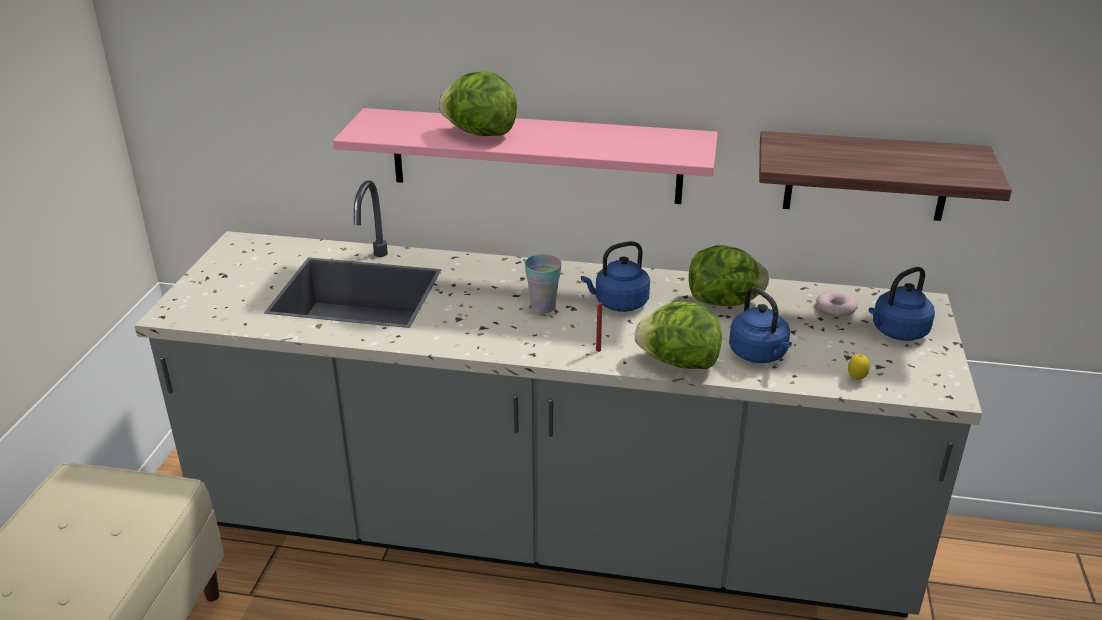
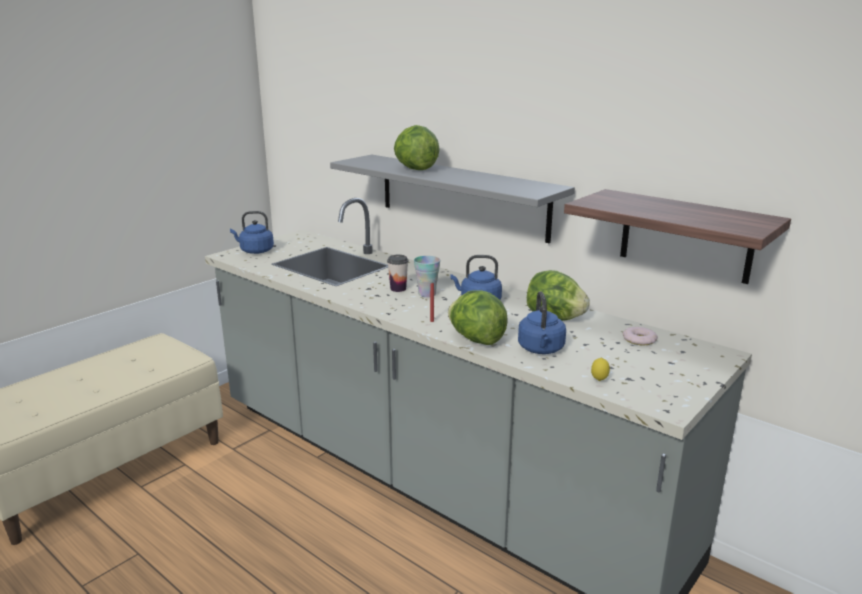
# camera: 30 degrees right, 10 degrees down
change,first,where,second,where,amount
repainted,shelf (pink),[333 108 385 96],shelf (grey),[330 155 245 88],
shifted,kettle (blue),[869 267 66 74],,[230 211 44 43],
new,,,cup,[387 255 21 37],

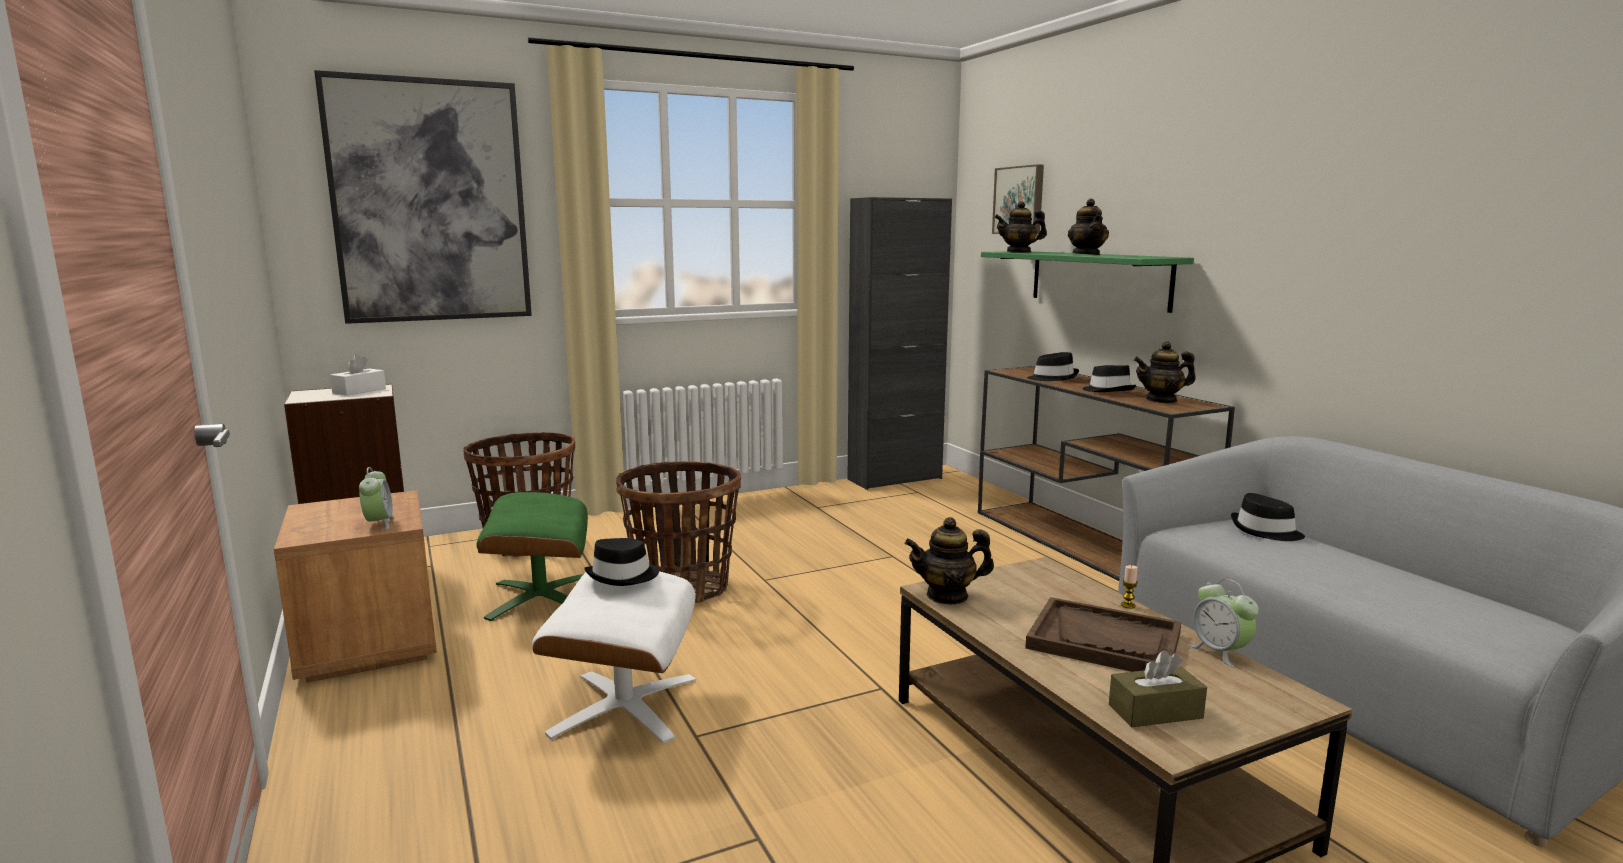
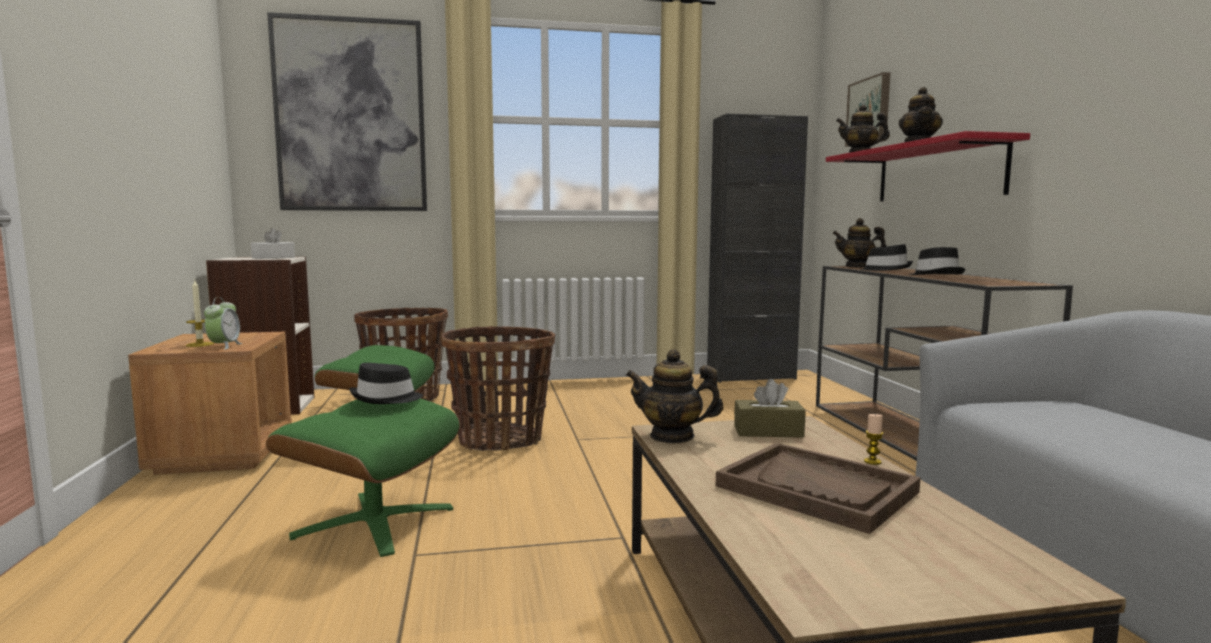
# camera: 15 degrees right, 5 degrees down
change,first,where,second,where,amount
repainted,shelf (green),[981 251 213 62],shelf (red),[826 131 204 70],
shifted,teapot,[1134 341 62 62],,[832 218 55 50],
gone,hat (black),[1231 493 74 48],,,
repainted,ottoman (white),[532 571 164 173],ottoman (green),[266 398 194 159],
gone,alarm clock,[1189 579 70 88],,,
shifted,tissue box (brown),[1109 650 98 77],,[734 379 72 59],
new,,,candle,[186 280 28 67],

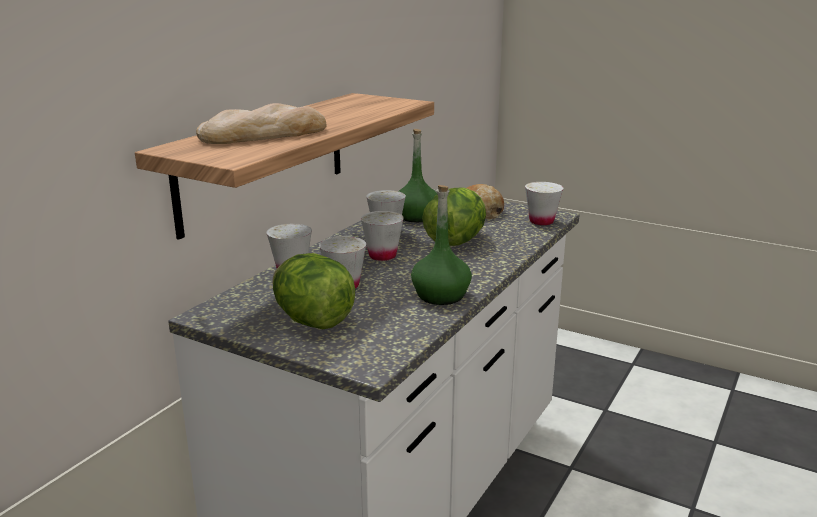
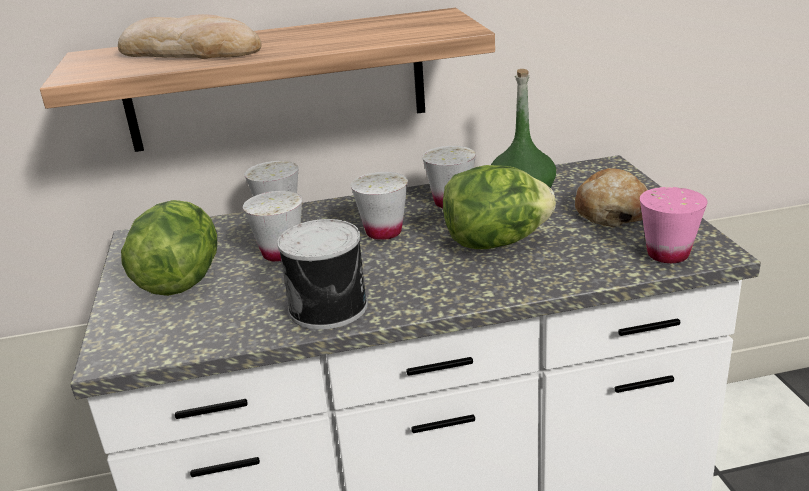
# camera: 50 degrees right, 5 degrees up
change,first,where,second,where,amount
repainted,cup (white),[525 182 38 43],cup (pink),[640 187 68 76],
swapped,bottle (green),[411 185 61 120],can,[277 219 91 111],

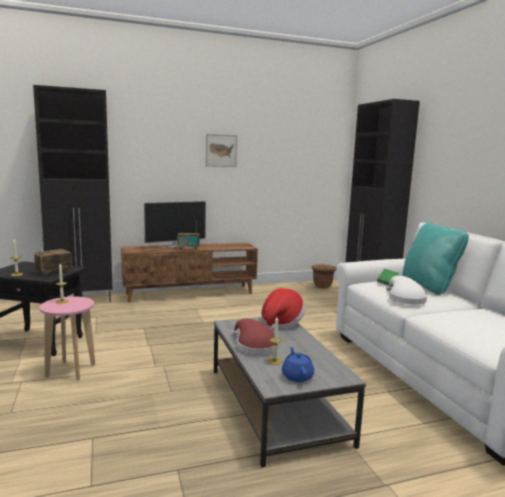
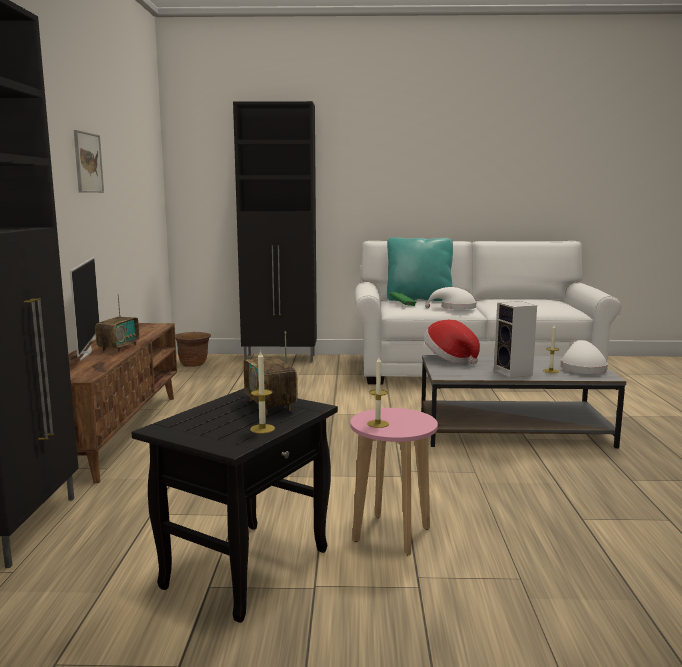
# camera: 70 degrees left, 0 degrees up
change,first,where,second,where,amount
swapped,hat (red),[232 319 47 36],speaker,[494 301 43 77],
swapped,teapot (blue),[282 347 32 35],hat (white),[561 340 47 34],

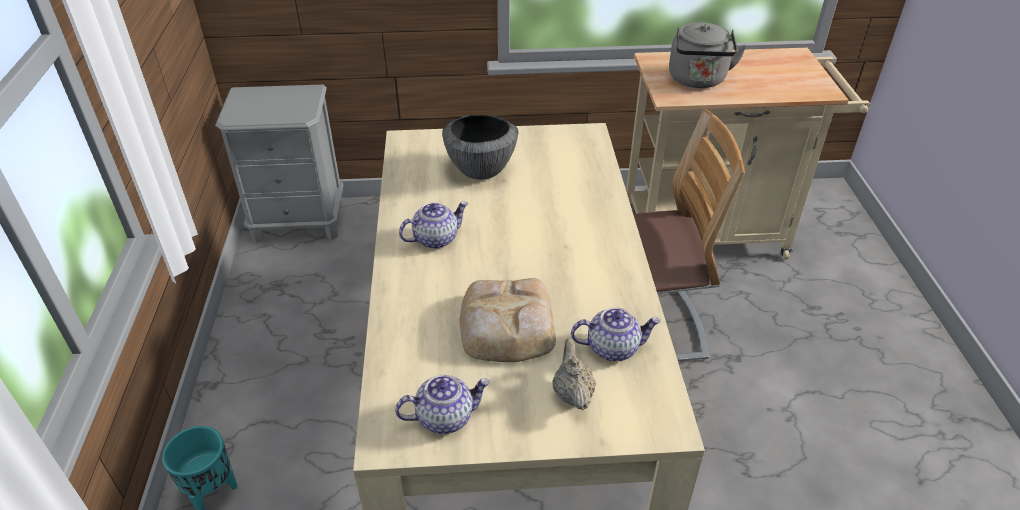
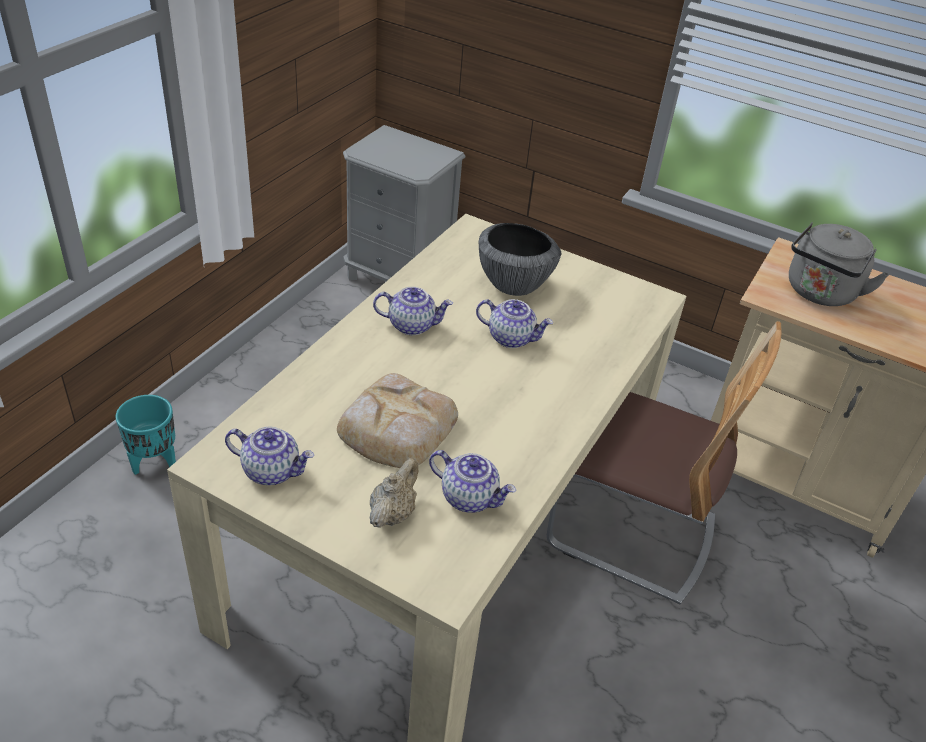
# camera: 30 degrees right, 0 degrees up
change,first,where,second,where,amount
new,,,teapot,[476 299 78 49],

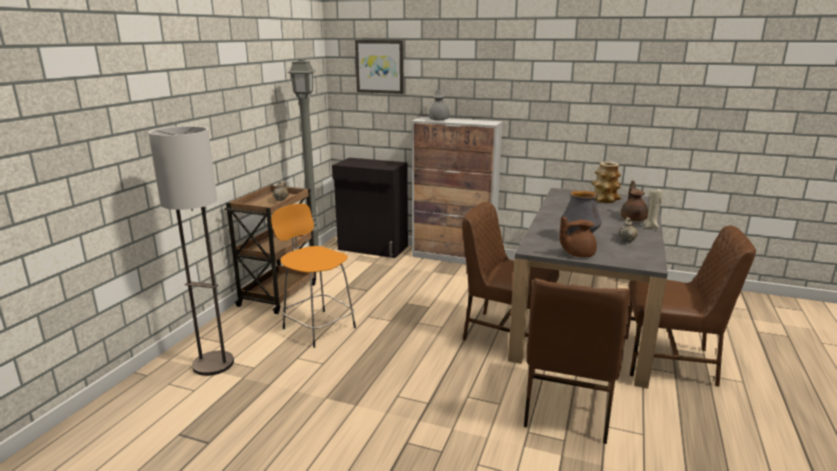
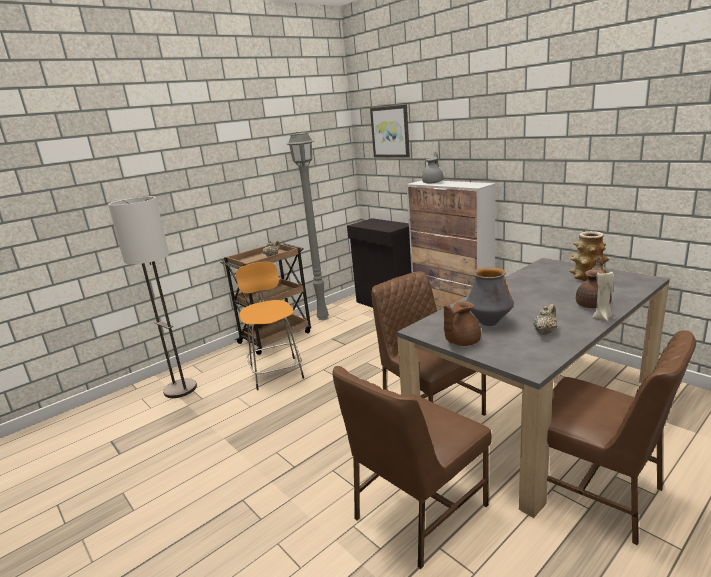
# camera: 30 degrees right, 0 degrees up
change,first,where,second,where,amount
rotated,teapot (brown),[559 216 38 41],,[444 302 37 44],60 degrees counterclockwise

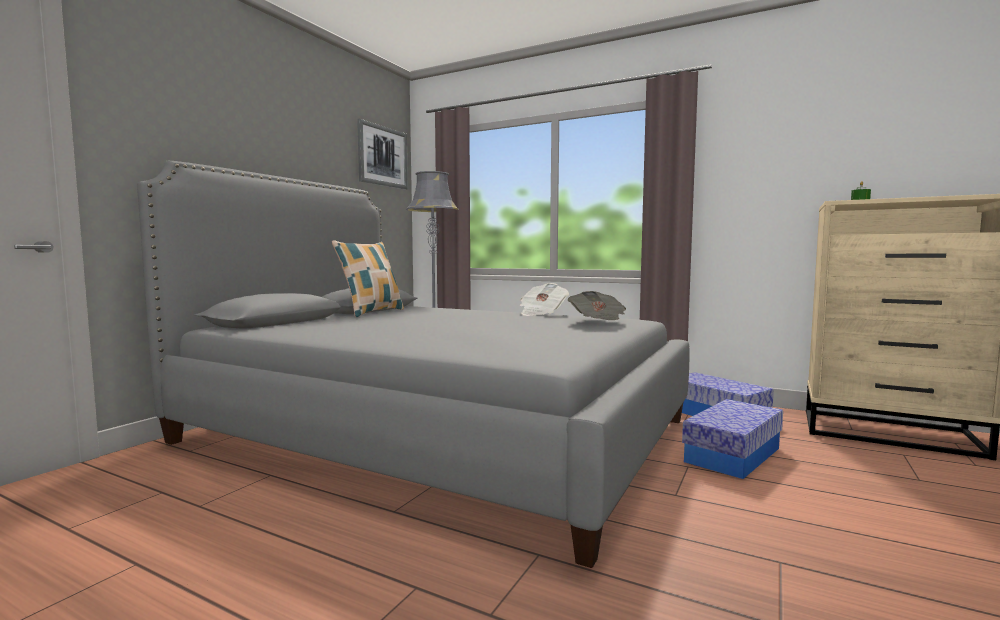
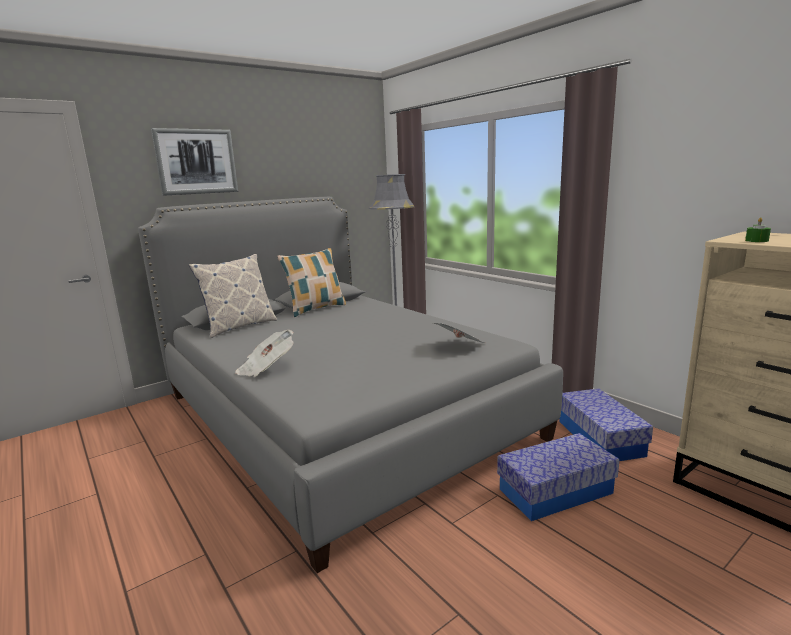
# camera: 25 degrees right, 10 degrees up
change,first,where,second,where,amount
shifted,picture,[357 119 51 71],,[151 128 87 68],
shifted,newspaper,[520 283 49 33],,[235 330 59 47],
new,,,pillow,[189 254 88 84],

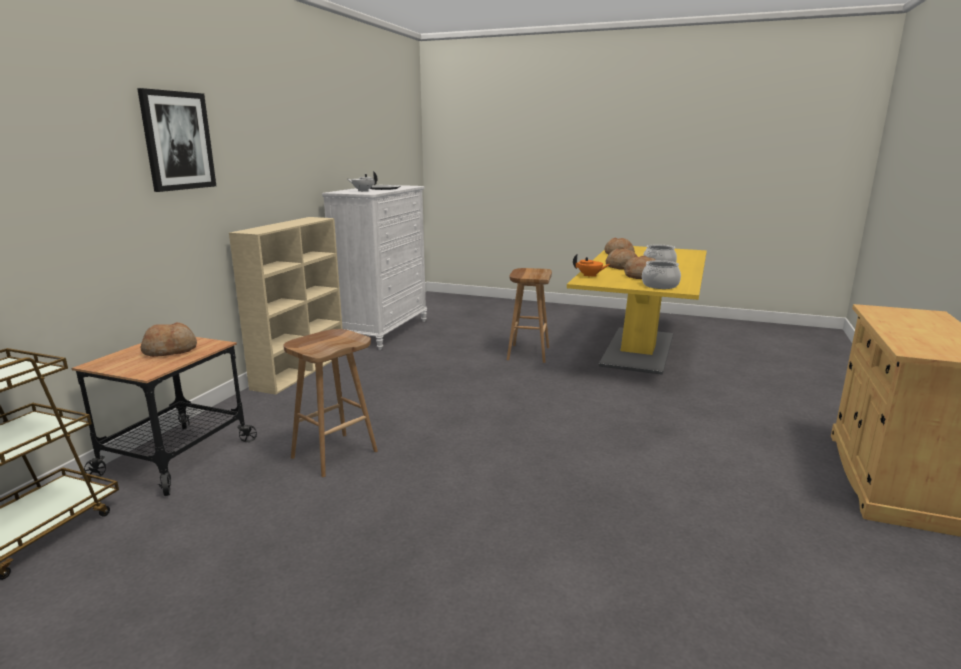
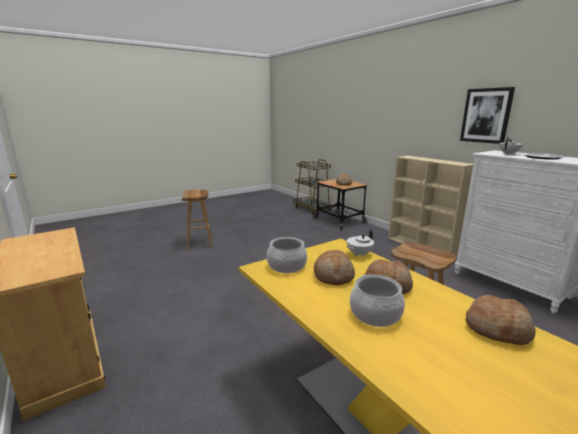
# camera: 125 degrees right, 0 degrees up
change,first,where,second,where,amount
shifted,picture,[137 88 79 104],,[460 87 55 57],
repainted,teapot (orange),[573 254 37 23],teapot (white),[346 229 28 27],
shifted,stool (brown),[283 329 95 148],,[182 190 30 60],

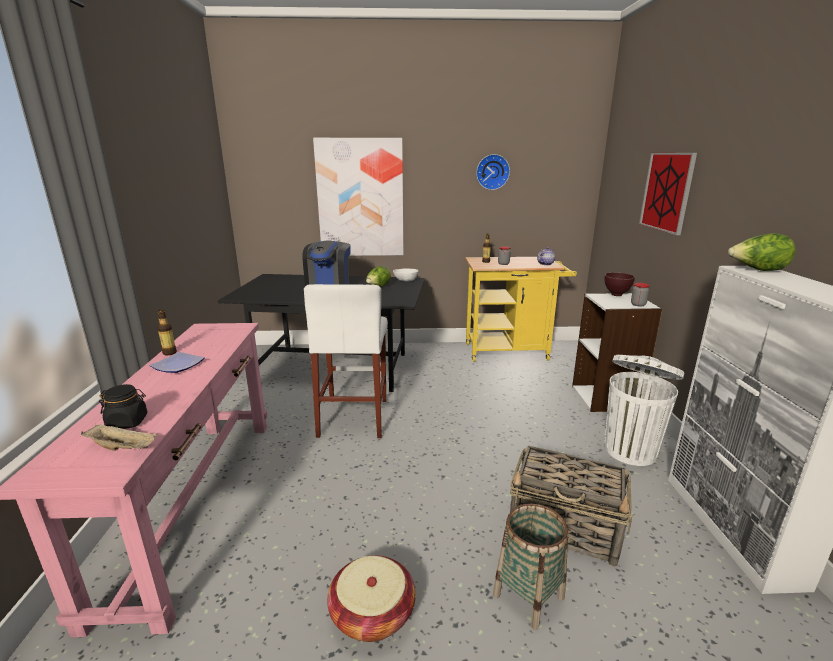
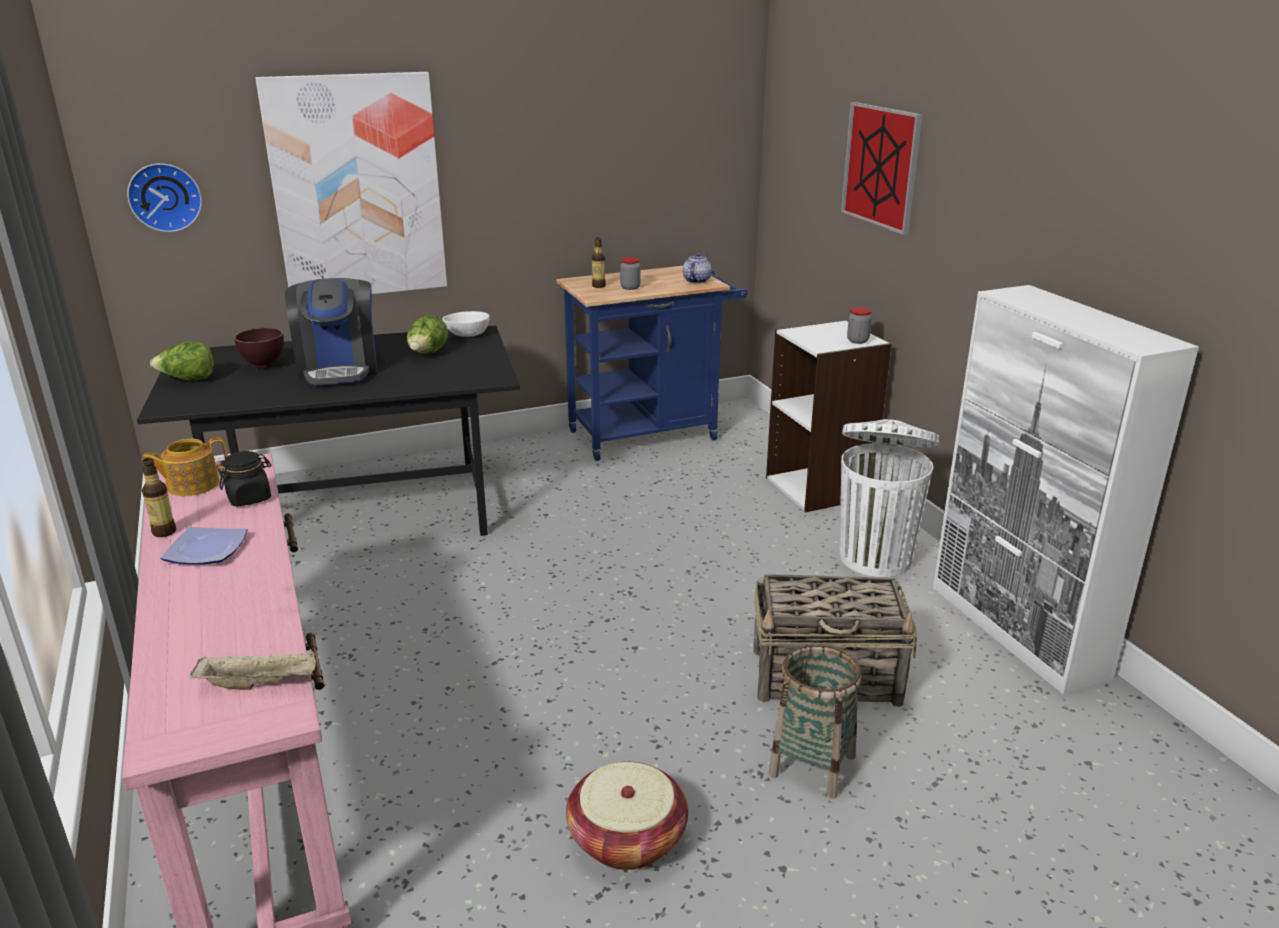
# camera: 20 degrees left, 5 degrees up
change,first,where,second,where,amount
shifted,wall clock,[476 154 34 36],,[127 163 75 69],
shifted,lettuce,[728 233 67 38],,[150 341 64 40],
repainted,cart (yellow),[465 257 112 105],cart (blue),[557 266 191 195],
shifted,bowl (brown),[604 272 31 24],,[234 328 50 41],
gone,stool (white),[304 284 84 154],,,
shifted,jar (black),[99 384 48 45],,[218 451 53 56],
new,,,teapot,[142 437 86 59],

